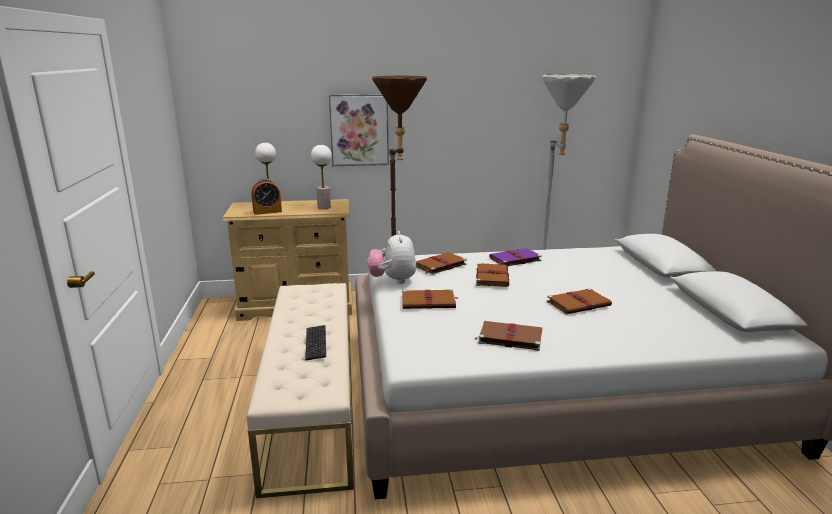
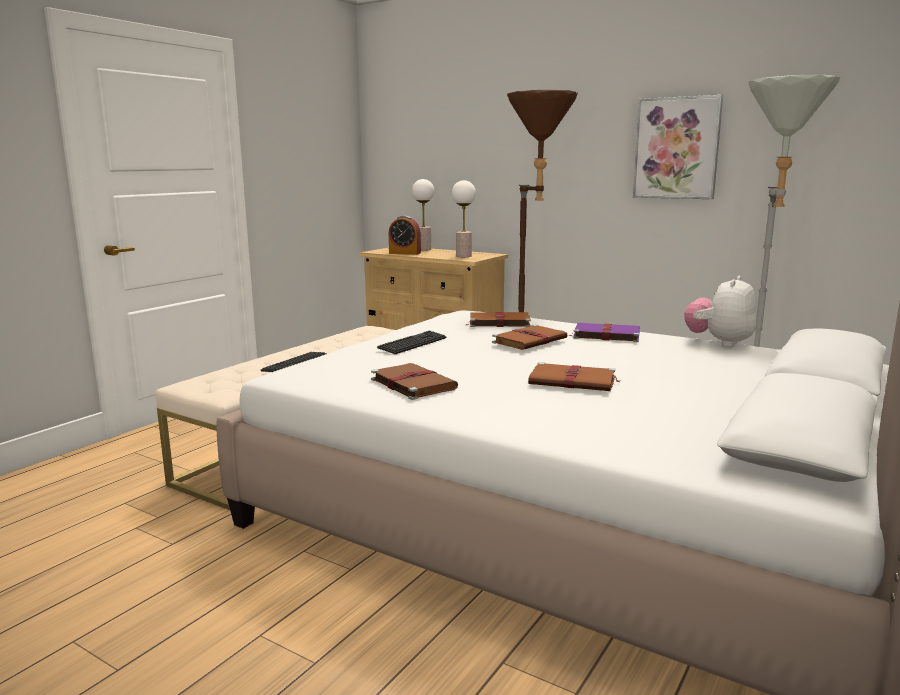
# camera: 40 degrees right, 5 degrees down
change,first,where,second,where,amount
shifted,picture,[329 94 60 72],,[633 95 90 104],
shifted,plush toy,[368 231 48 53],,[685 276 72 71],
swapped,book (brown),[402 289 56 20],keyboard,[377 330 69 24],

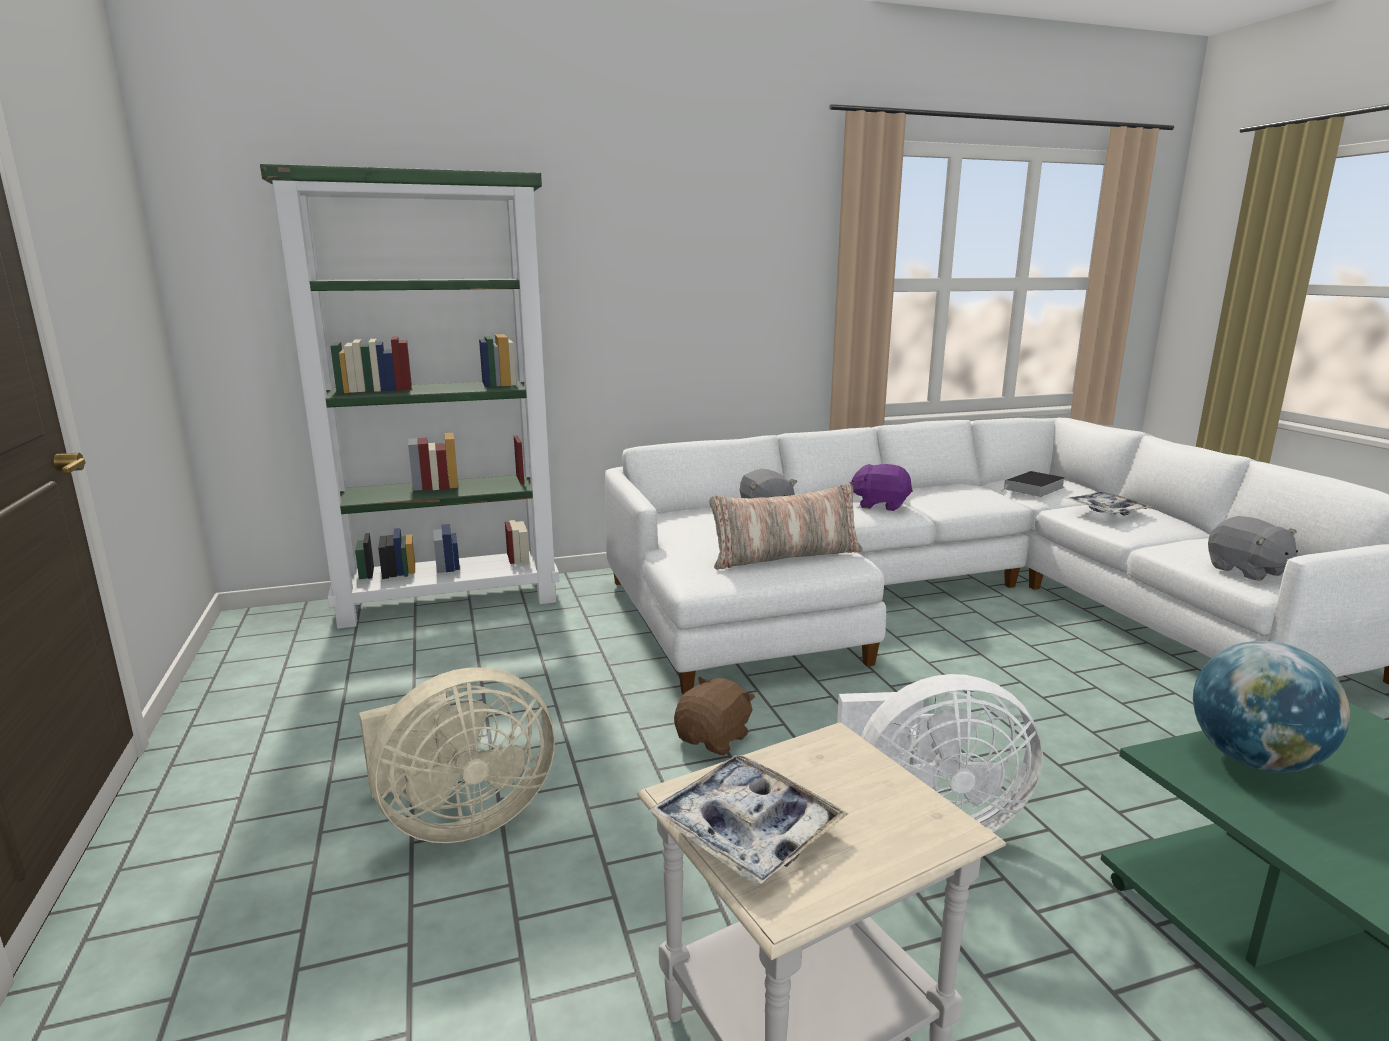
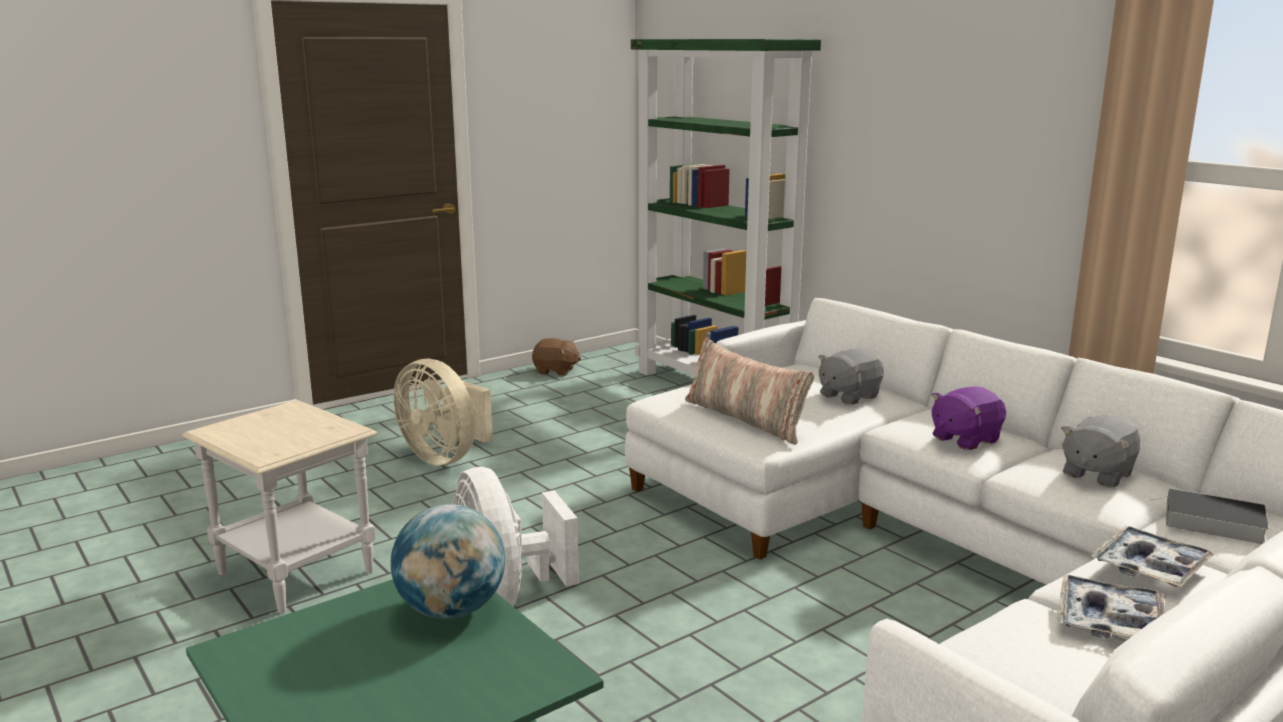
# camera: 70 degrees right, 0 degrees up
change,first,where,second,where,amount
rotated,plush toy (purple),[849 464 64 47],,[932 386 74 64],120 degrees counterclockwise
shifted,plush toy (grey),[1208 516 90 65],,[1061 416 79 72],
shifted,plush toy (brown),[674 676 81 79],,[532 338 49 38],
shifted,tray,[648 755 201 129],,[1057 574 108 64],

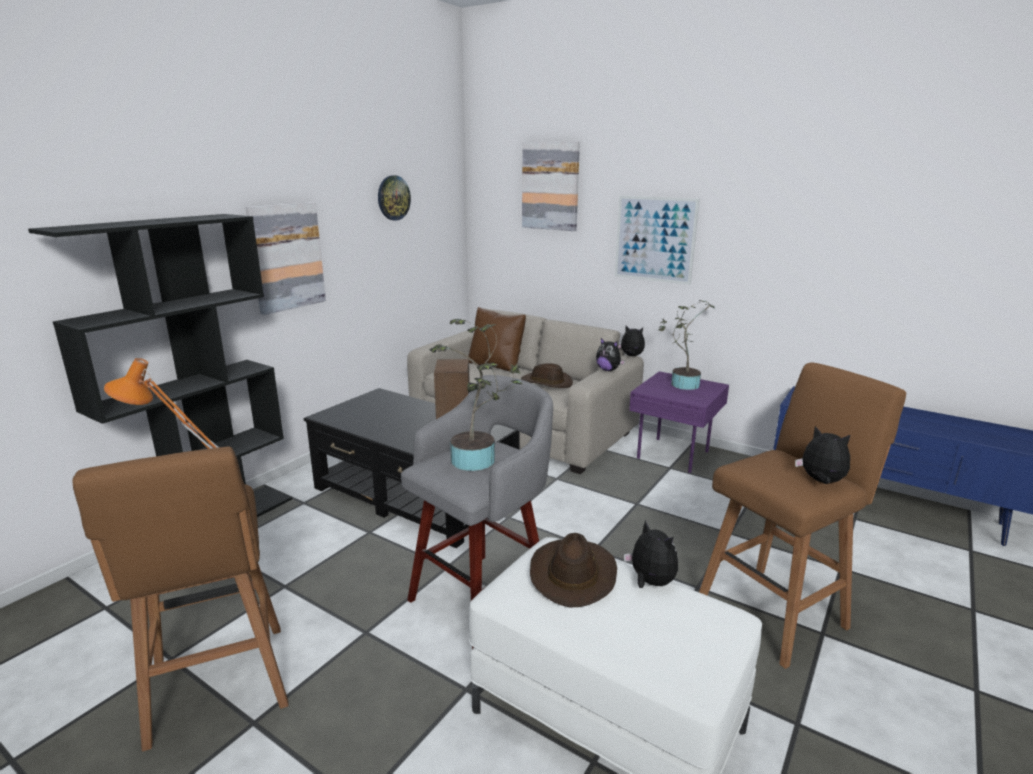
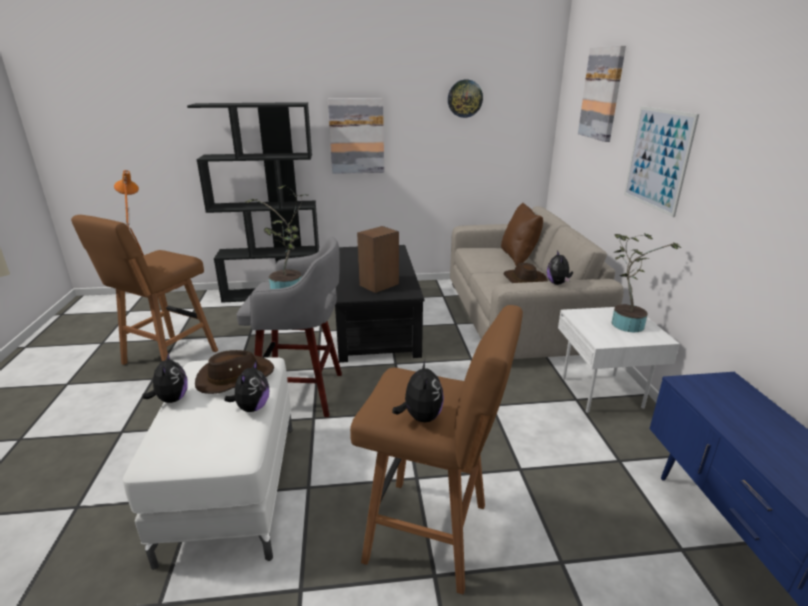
# camera: 50 degrees right, 5 degrees up
change,first,where,second,where,amount
shifted,plush toy,[618 326 27 30],,[142 352 46 51],
repainted,side table (purple),[629 371 100 102],side table (white),[558 307 122 106],

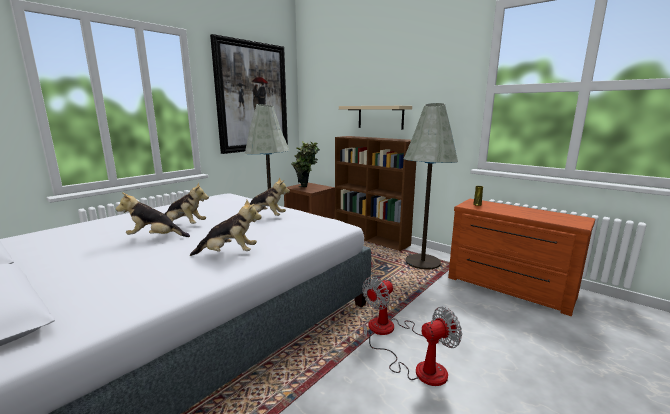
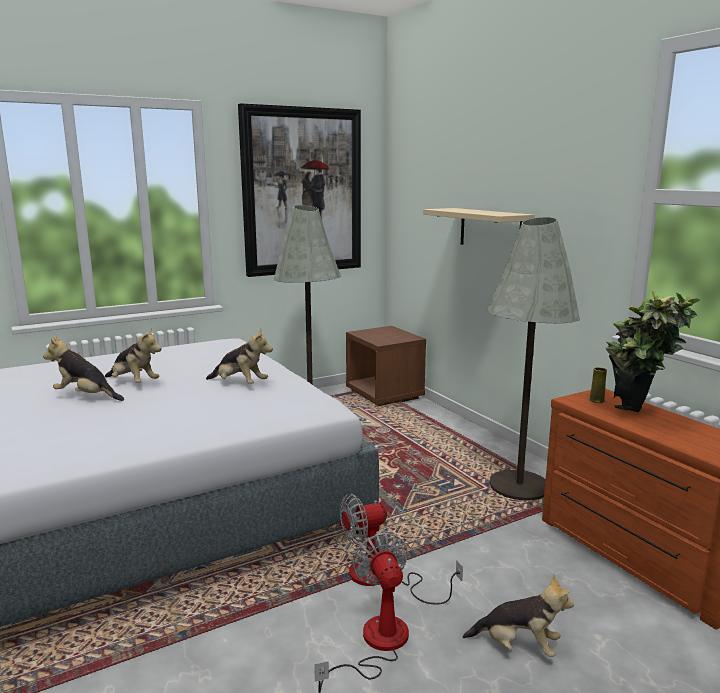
# camera: 20 degrees right, 0 degrees up
change,first,where,second,where,amount
gone,bookcase (brown),[335 136 81 115],,,
shifted,potted plant,[291 141 29 46],,[605 291 95 121],
shifted,plush toy,[190 199 72 57],,[463 575 111 82],
rotated,fan,[363 307 99 79],,[314 533 95 160],105 degrees counterclockwise

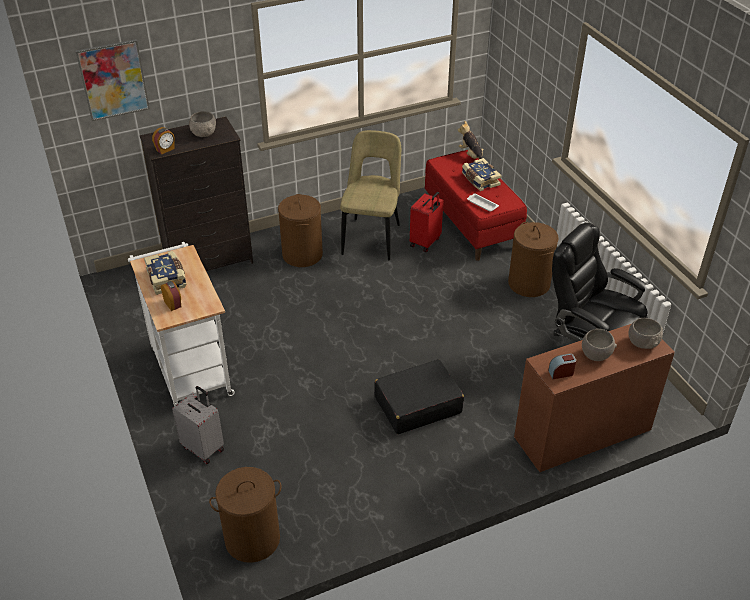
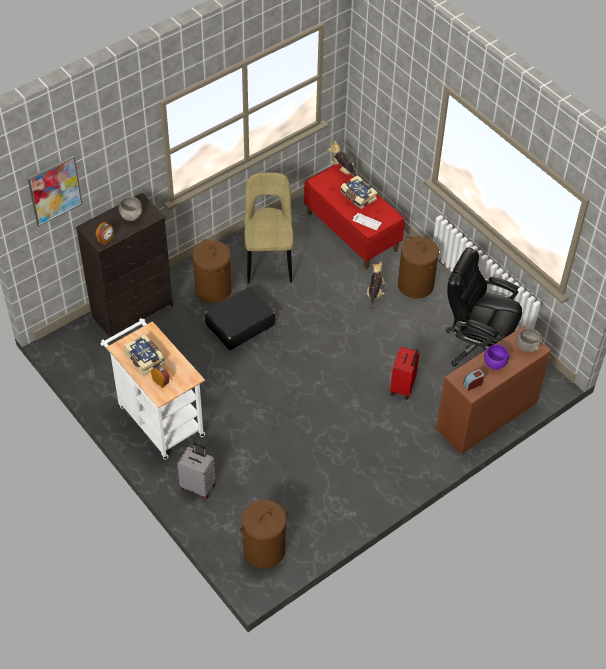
# camera: 15 degrees left, 10 degrees up
change,first,where,second,where,amount
shifted,suitcase (red),[410 192 33 60],,[390 346 30 54],
repainted,bowl (grey),[582 329 35 32],bowl (purple),[484 344 26 26],
shifted,suitcase (black),[374 359 90 75],,[205 287 70 63],
new,,,plush toy,[367 262 18 48],

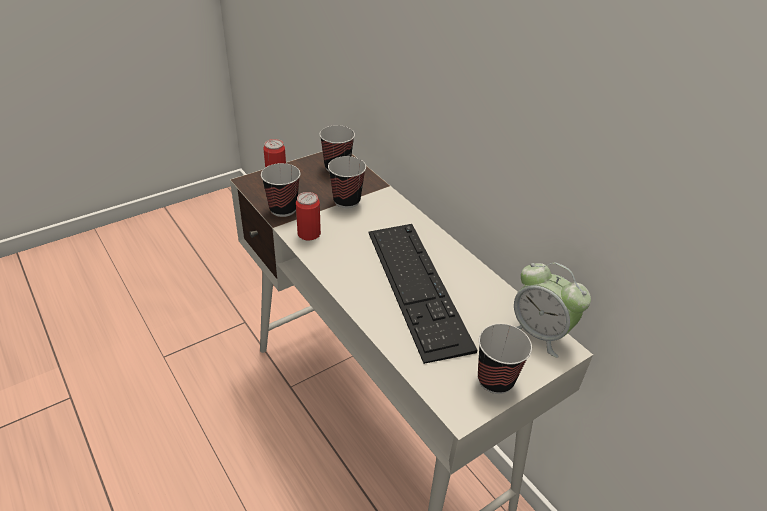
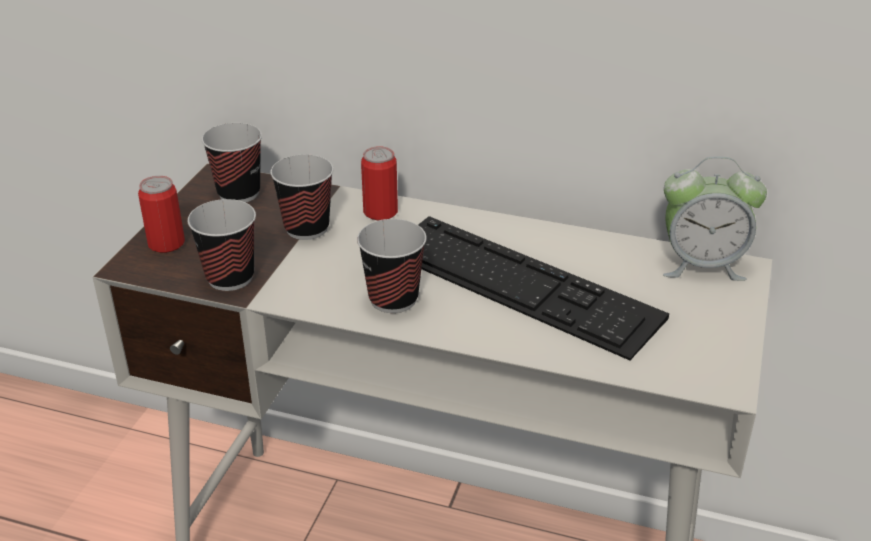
# camera: 35 degrees left, 5 degrees down
change,first,where,second,where,amount
shifted,can,[296 192 25 49],,[361 146 37 74],
shifted,cup,[478 324 54 70],,[357 219 70 94],

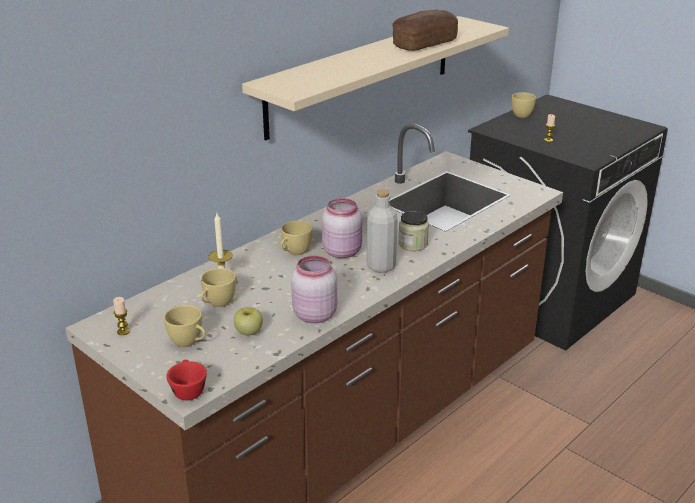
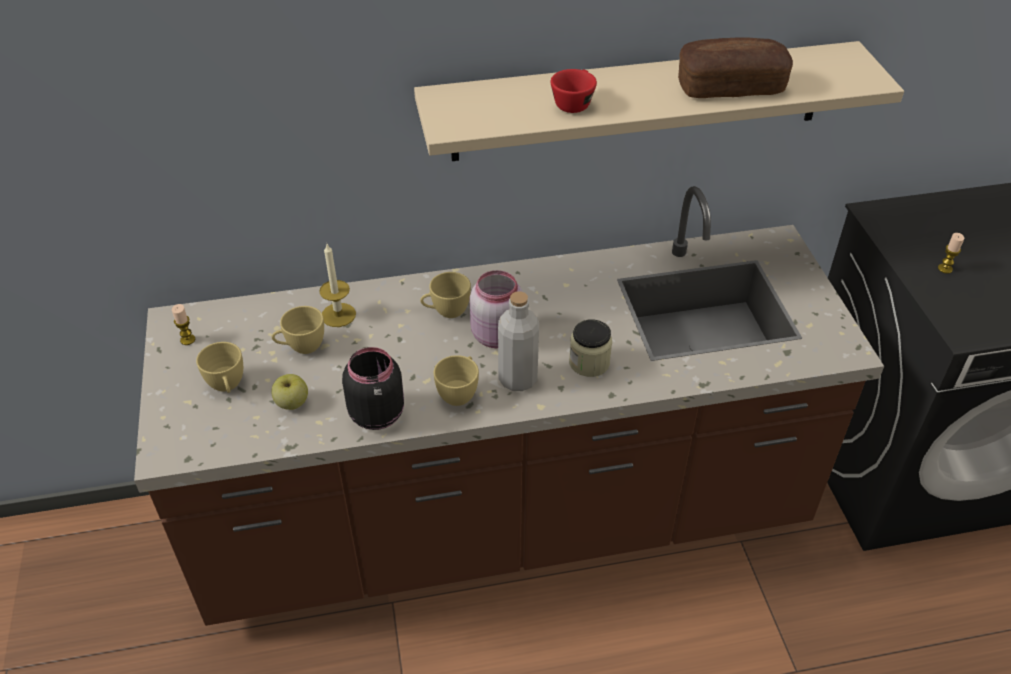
# camera: 35 degrees right, 15 degrees up
change,first,where,second,where,amount
shifted,cup (yellow),[512 92 24 26],,[434 355 45 51],
repainted,jar (pink),[291 256 46 67],jar (black),[342 347 62 83],
shifted,cup (red),[166 360 41 40],,[551 69 46 44],

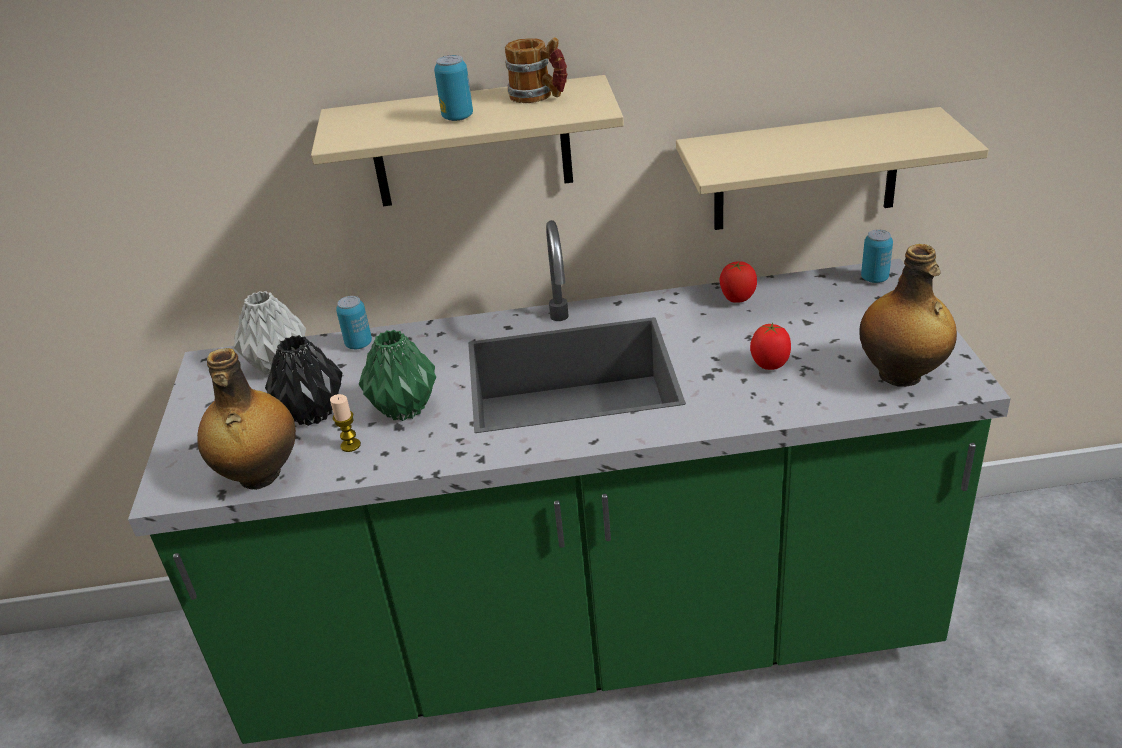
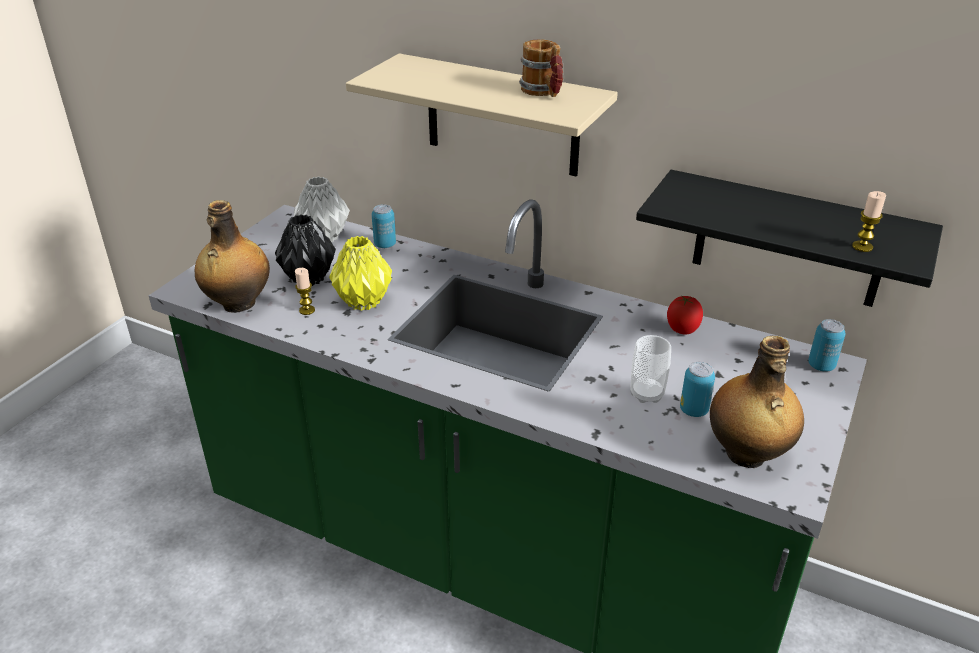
# camera: 30 degrees right, 0 degrees up
change,first,where,second,where,amount
shifted,can,[434 55 39 66],,[680 362 35 55],
repainted,shelf (beige),[676 107 313 123],shelf (black),[636 170 307 137],
swapped,tomato,[750 323 41 47],cup,[631 335 40 68],
repainted,vase (green),[359 330 77 91],vase (yellow),[329 236 63 75],
new,,,candle,[852 191 34 61],

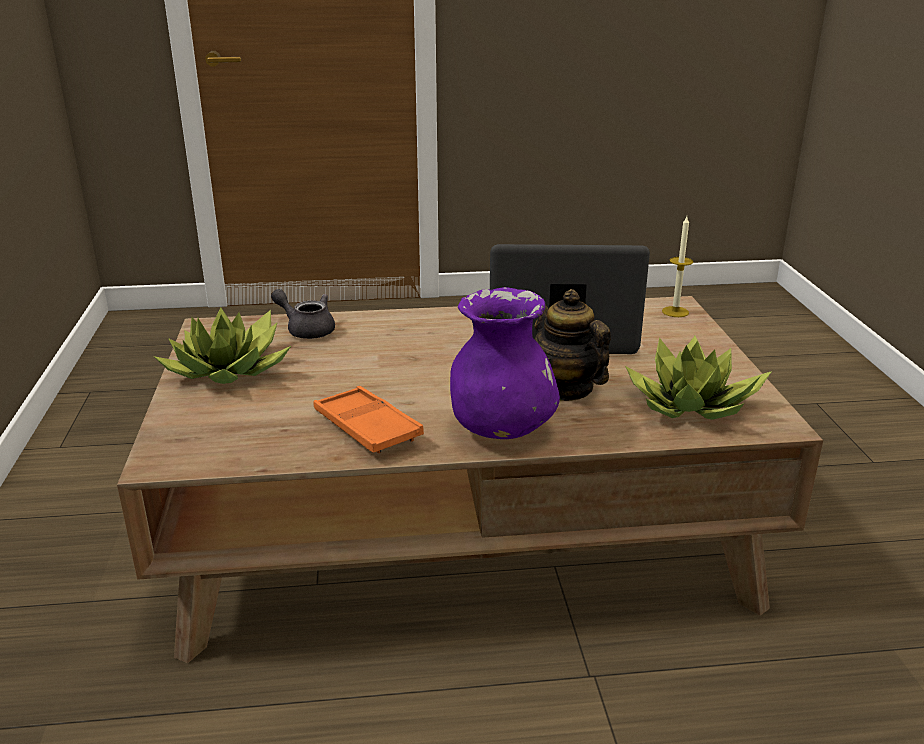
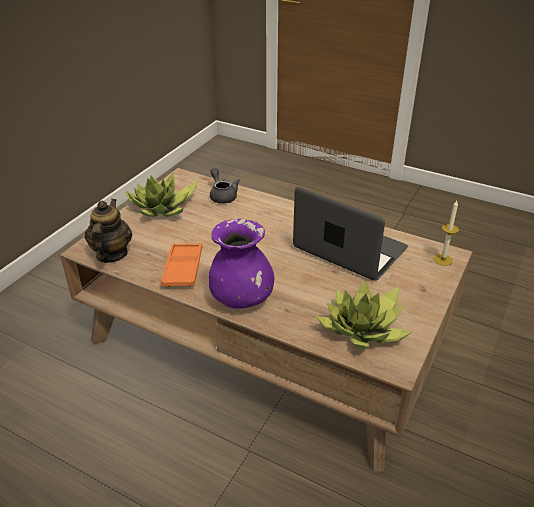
# camera: 35 degrees right, 10 degrees up
change,first,where,second,where,amount
shifted,teapot,[534 289 77 112],,[85 199 47 64],

